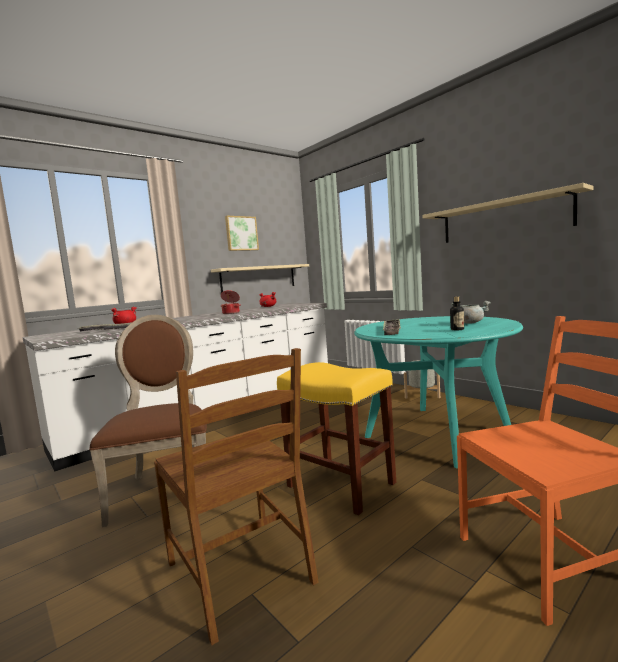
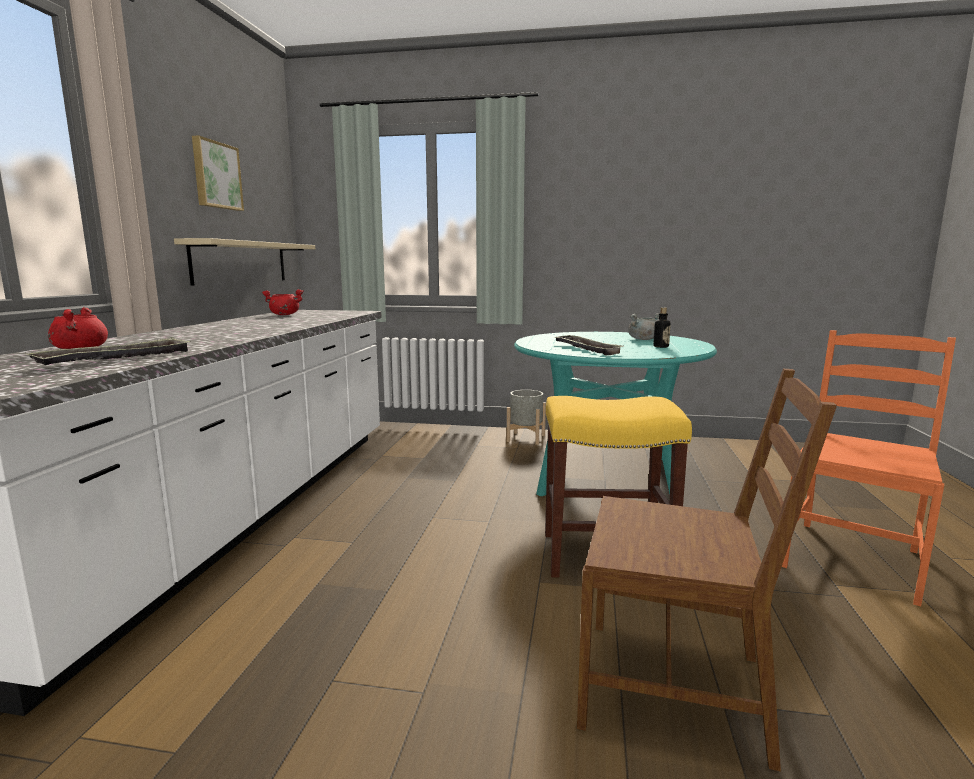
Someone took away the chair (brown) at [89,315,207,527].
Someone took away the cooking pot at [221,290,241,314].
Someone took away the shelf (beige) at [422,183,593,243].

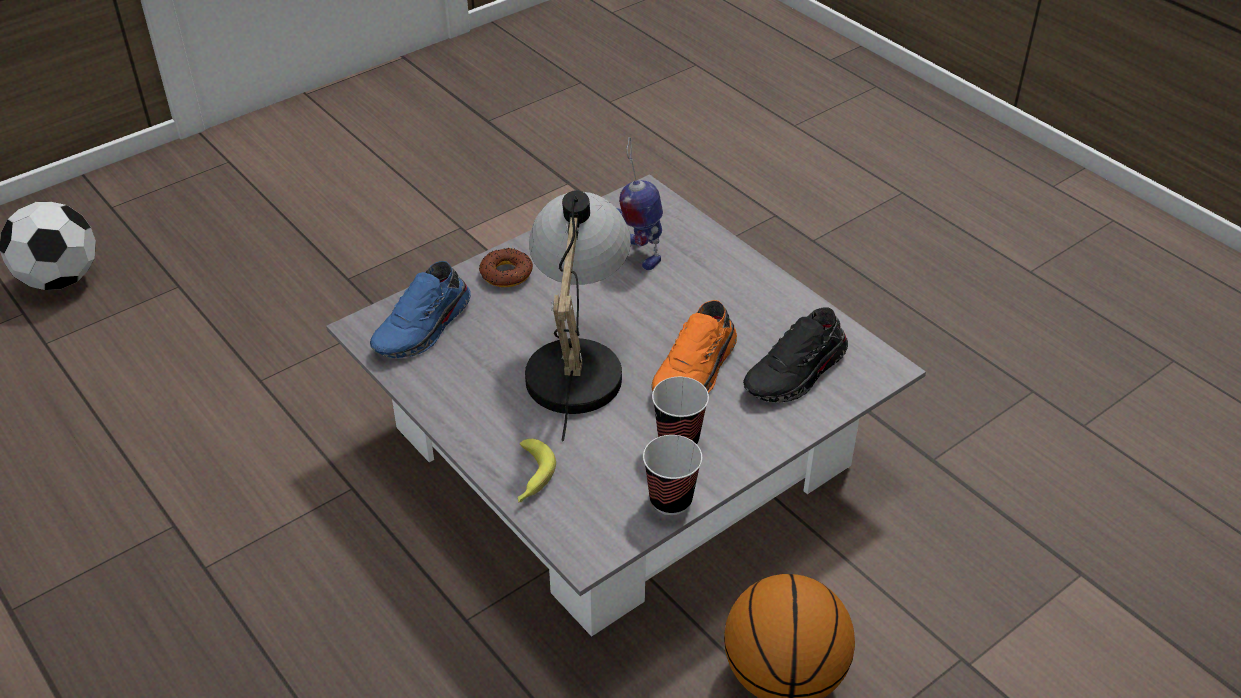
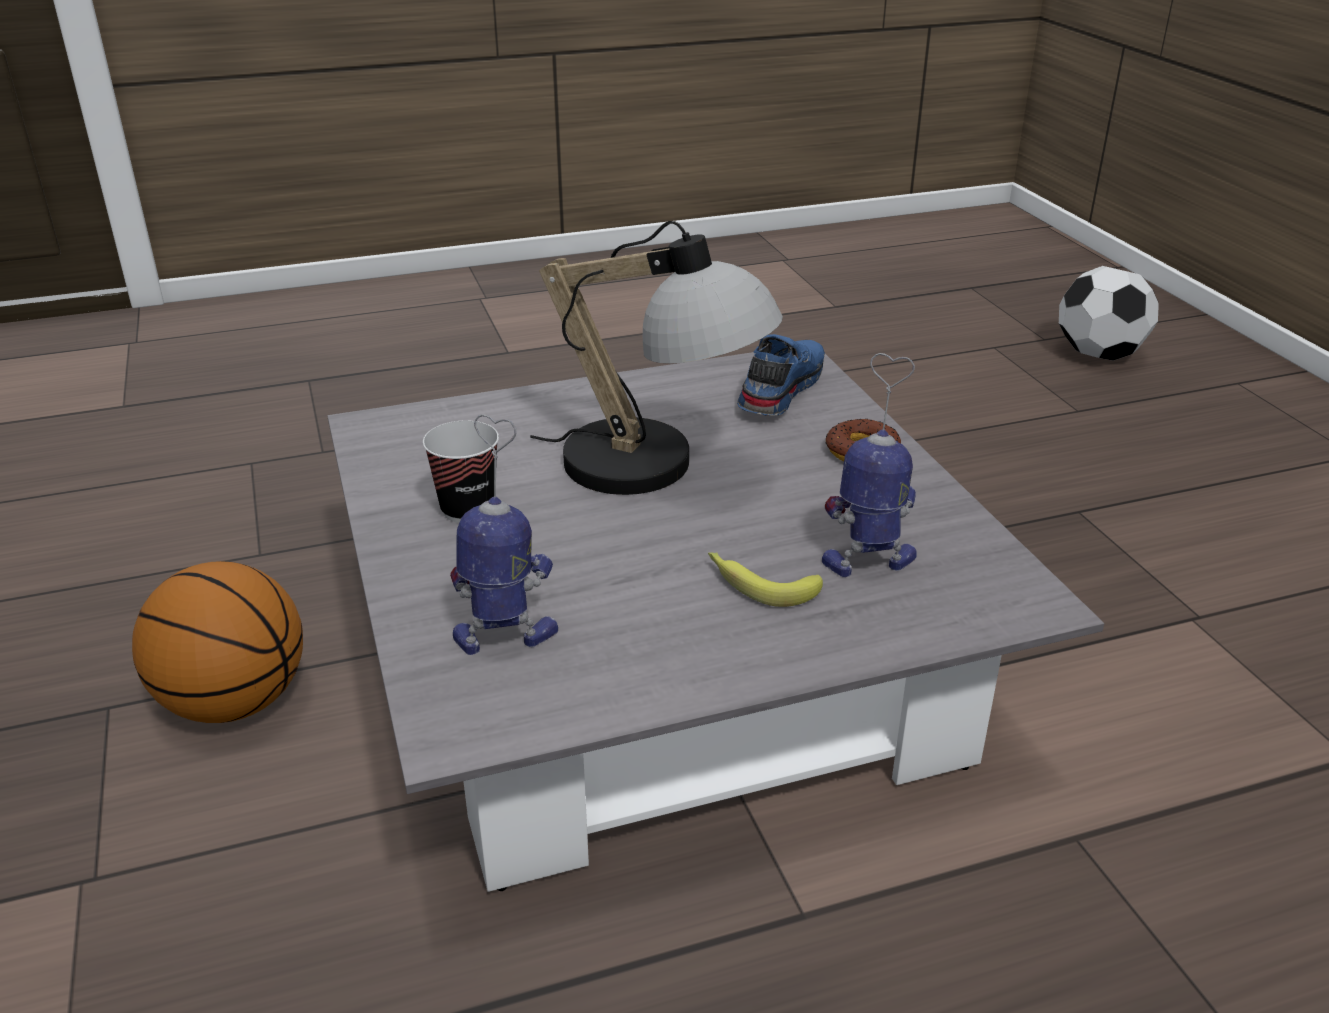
Someone swapped the shoe (black) at [743,307,848,402] for the toy robot at [450,414,558,655].
Someone carried the banana from [518,439,556,503] to [708,552,823,607].
Someone rotated the shoe (blue) at [370,261,471,358] by 60 degrees clockwise.
Someone took away the cup at [643,435,703,515].
Someone took away the shoe (orange) at [651,300,737,393].

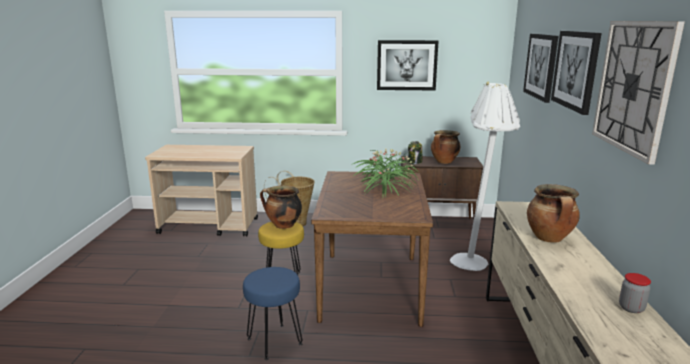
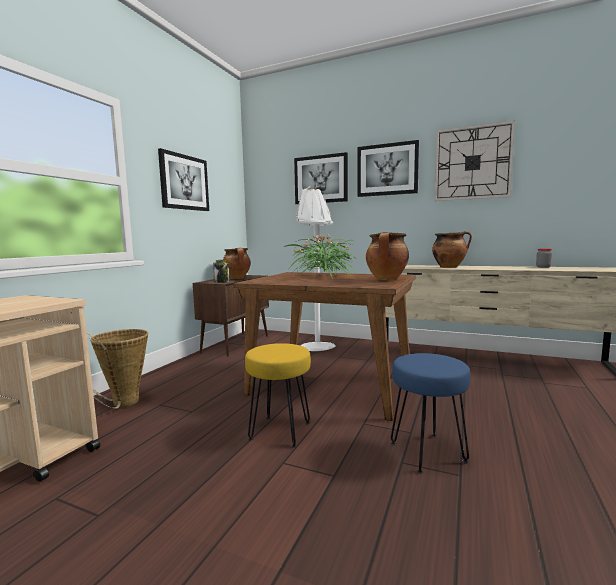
Someone carried the cooking pot from [260,185,302,229] to [366,232,409,280].

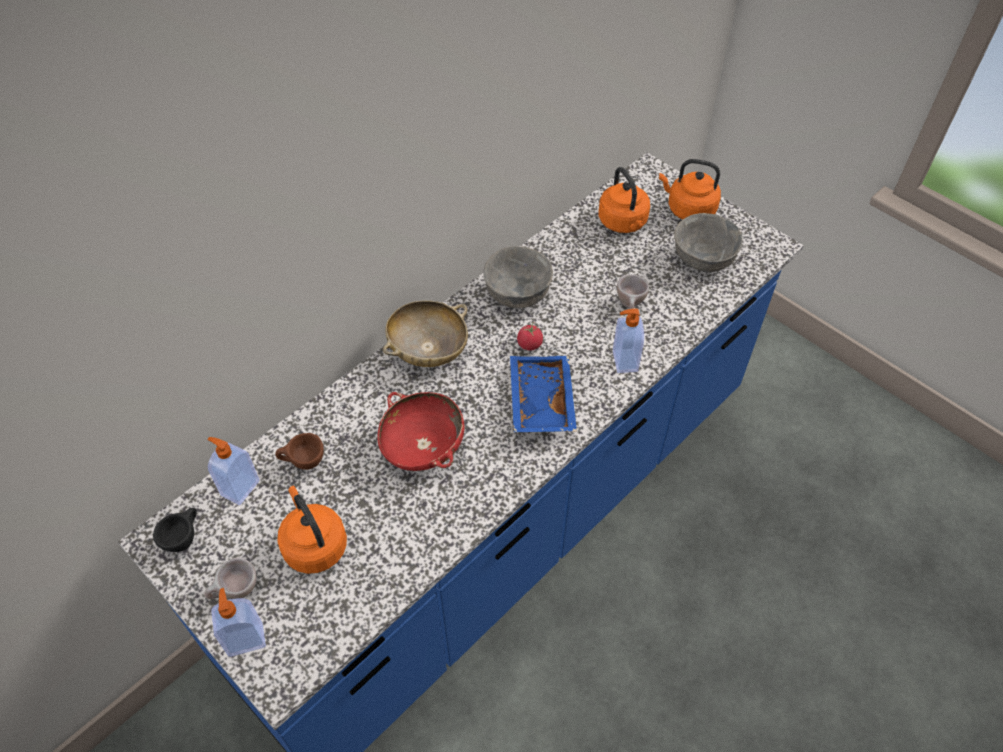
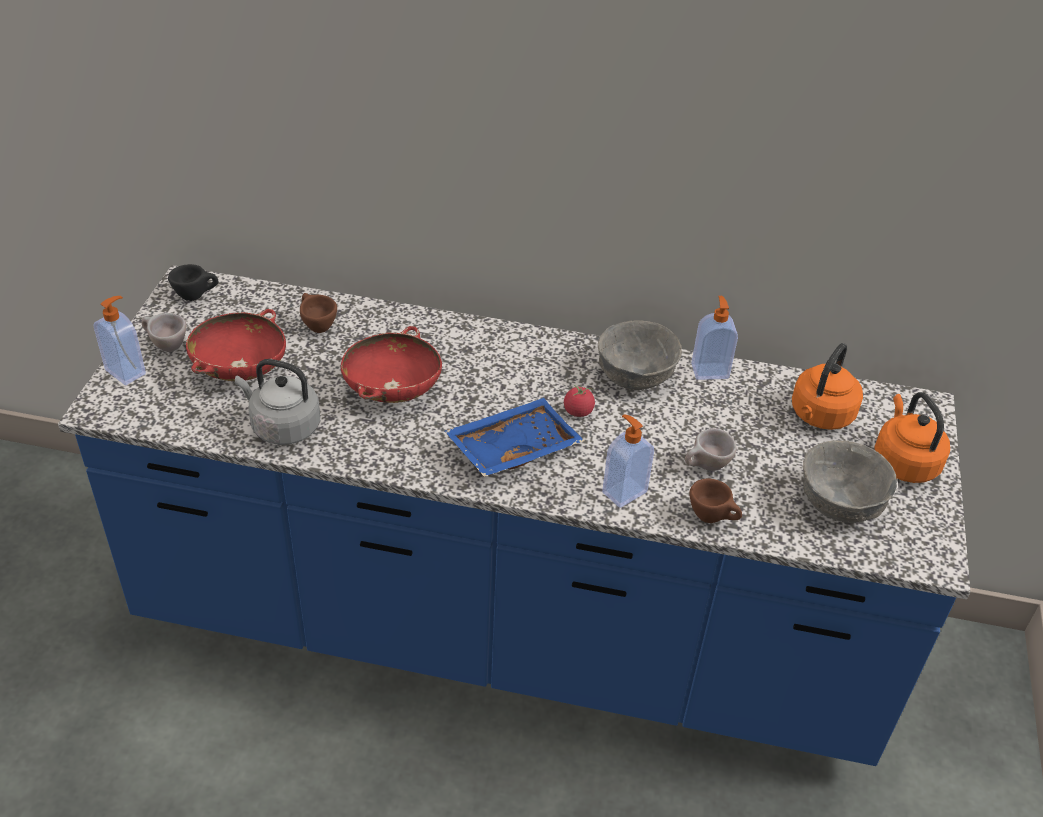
Someone swapped the kettle (orange) at [277,486,347,574] for the bowl (red) at [186,309,286,381].
Someone put down the kettle (grey) at [235,359,320,445].
Someone put down the cup (brown) at [690,479,742,523].
Someone carried the soap dispenser from [207,437,259,505] to [691,296,738,380].
Someone took away the bowl (beige) at [383,301,468,367].

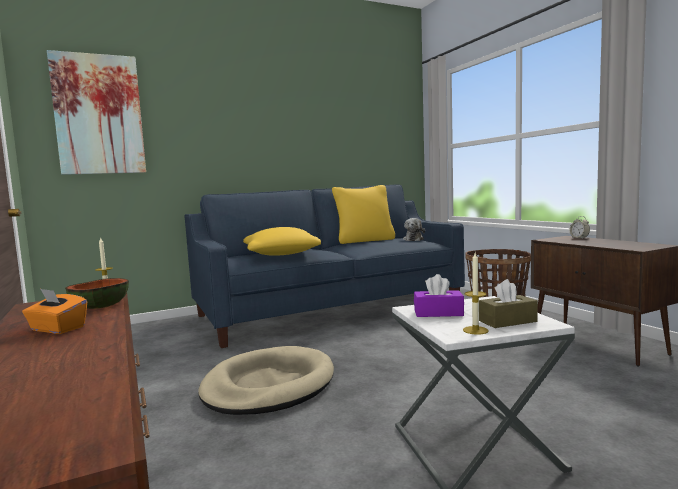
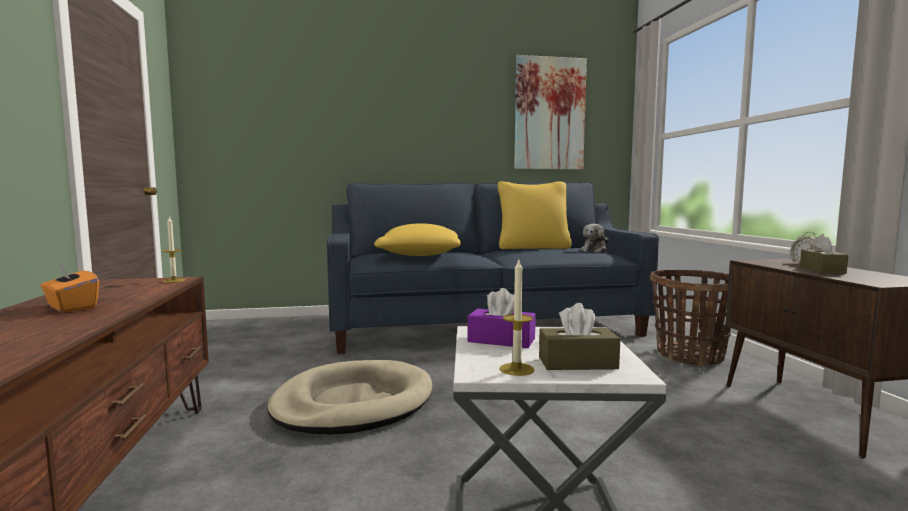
Someone carried the picture from [47,50,146,175] to [514,55,587,170].
Someone put down the tissue box (brown) at [800,234,848,274].
Someone took away the bowl at [65,278,129,309].

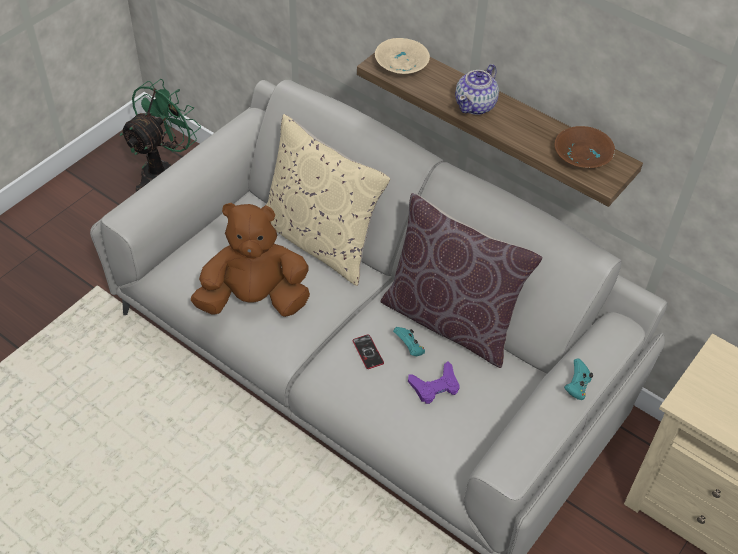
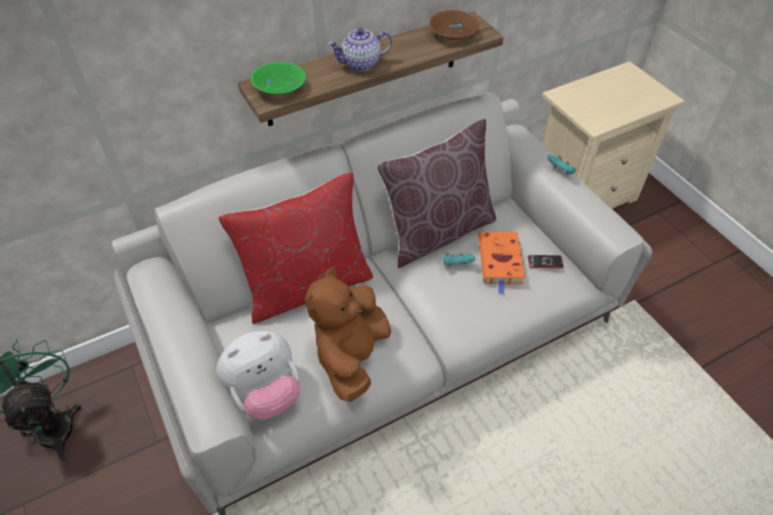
Someone put down the plush toy at [216,331,300,420].
Someone repainted the pillow (beige) at [266,114,391,286], which became the pillow (red) at [219,172,373,324].
Someone repainted the bowl (beige) at [375,38,430,74], which became the bowl (green) at [251,62,306,95].
Someone rotated the teapot at [455,64,499,115] by 105 degrees clockwise.
Someone swapped the game controller (purple) at [408,361,460,404] for the book (orange) at [478,231,525,294].
Someone carried the phone from [352,334,384,369] to [528,255,564,268].

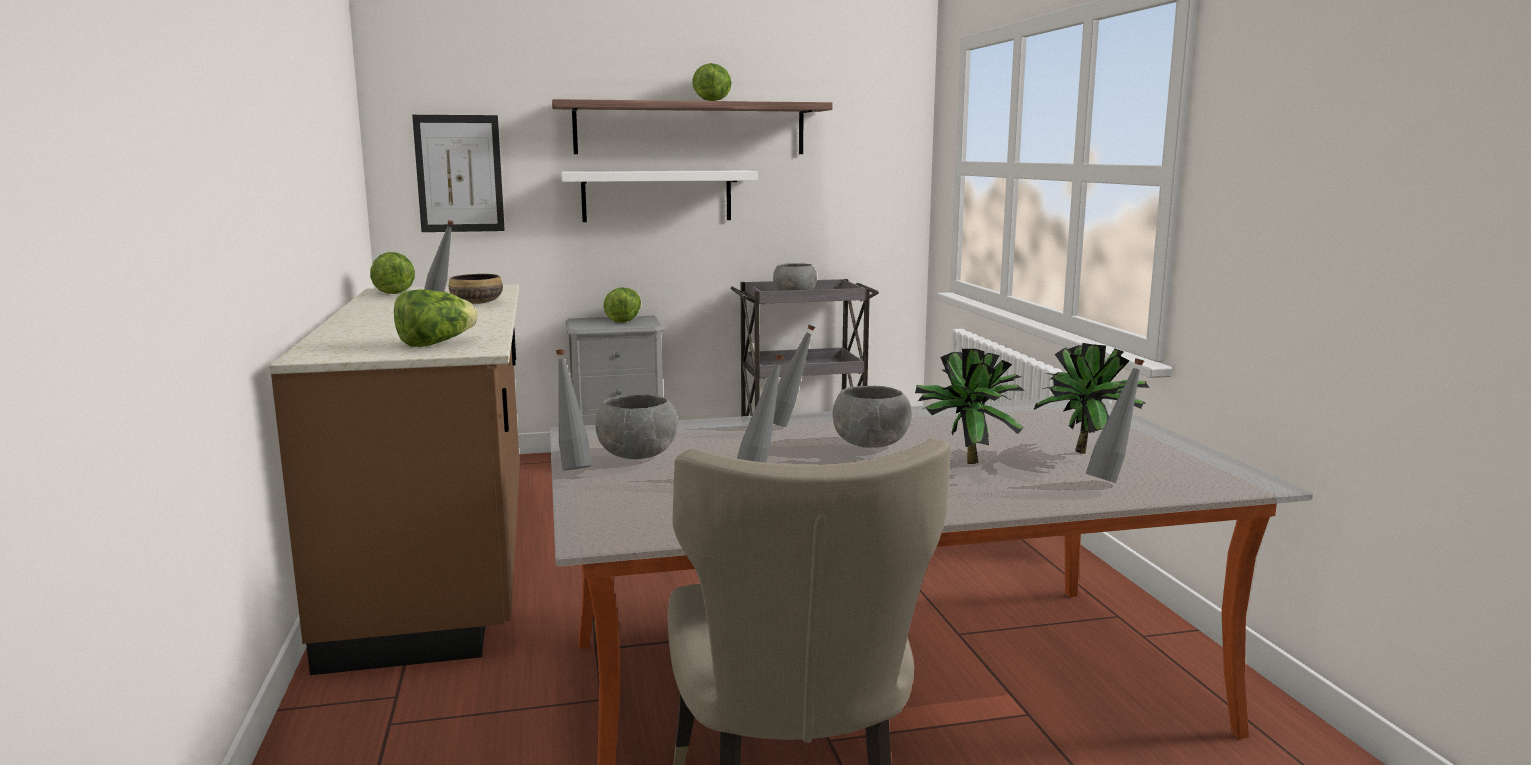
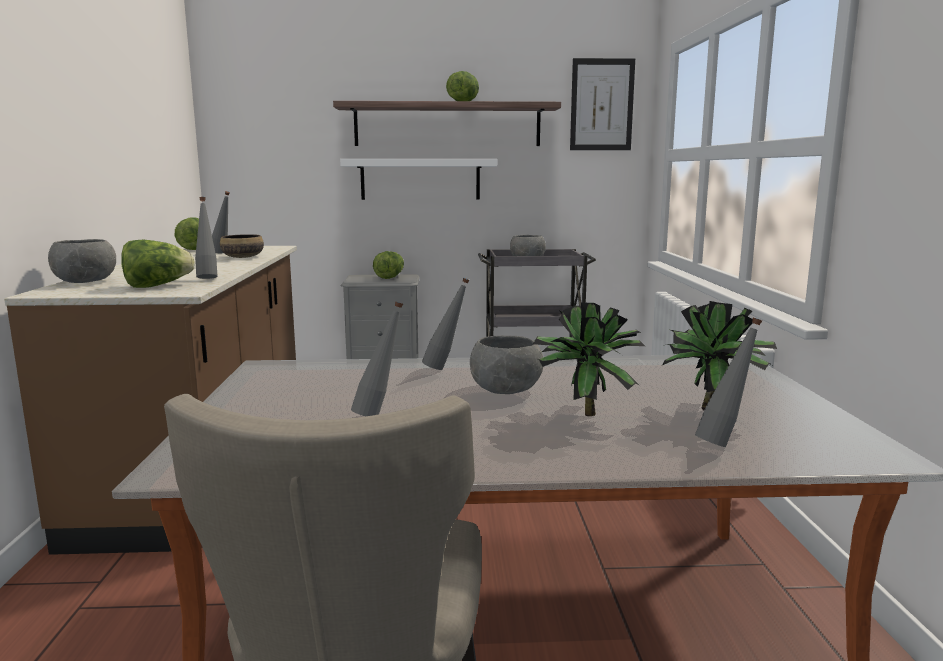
Someone carried the bowl (grey) from [595,394,678,459] to [48,239,116,283].
Someone carried the bottle (grey) from [556,349,592,470] to [195,197,217,279].
Someone carried the picture from [412,115,505,232] to [570,58,635,150].

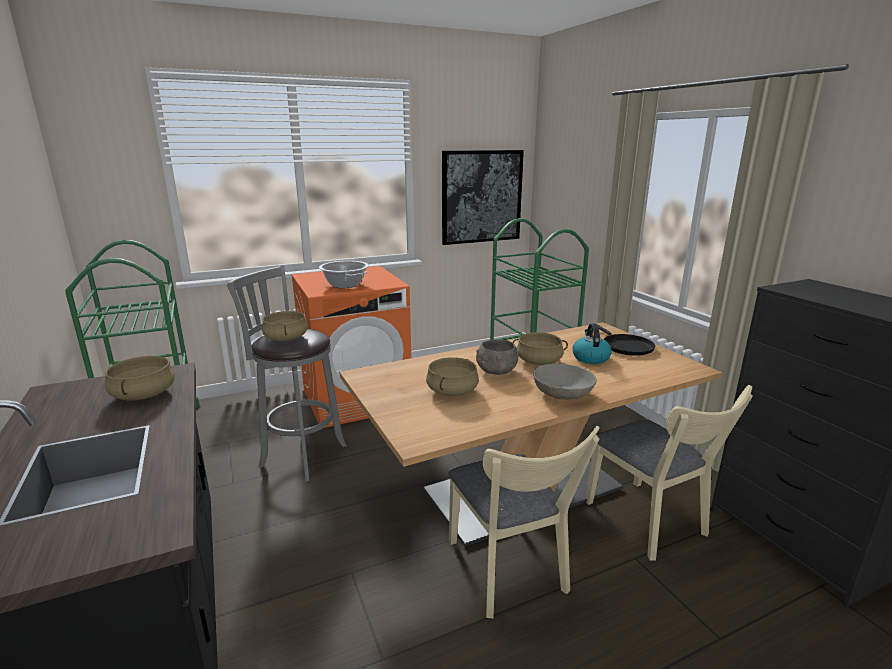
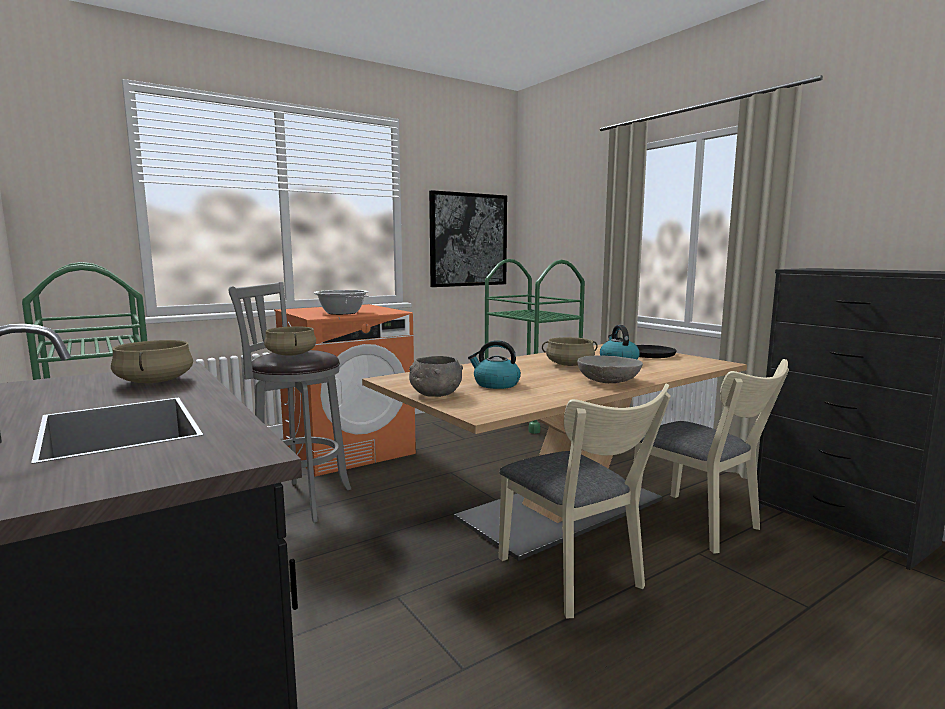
Someone carried the bowl (grey) from [476,339,519,375] to [409,356,463,397].
Someone swapped the cooking pot (beige) at [426,357,479,396] for the kettle at [468,340,521,389].

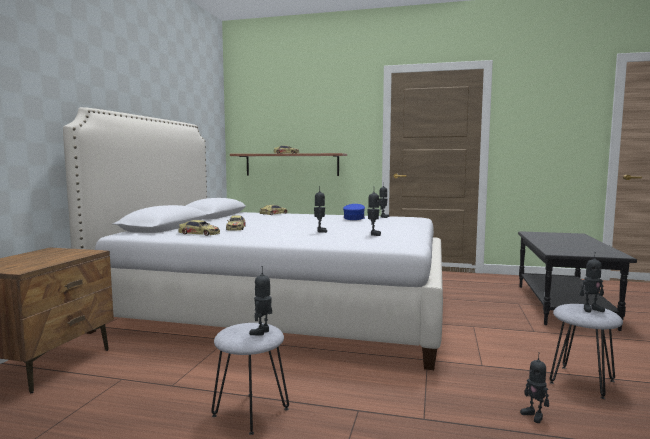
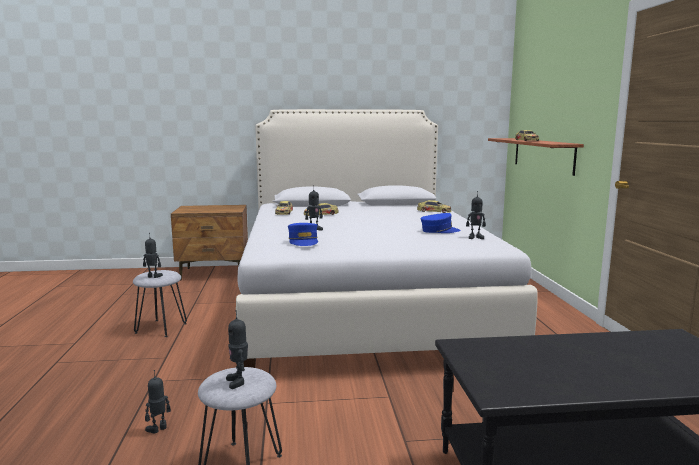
Someone swapped the toy robot at [367,191,381,236] for the cap (blue) at [288,223,318,246].

